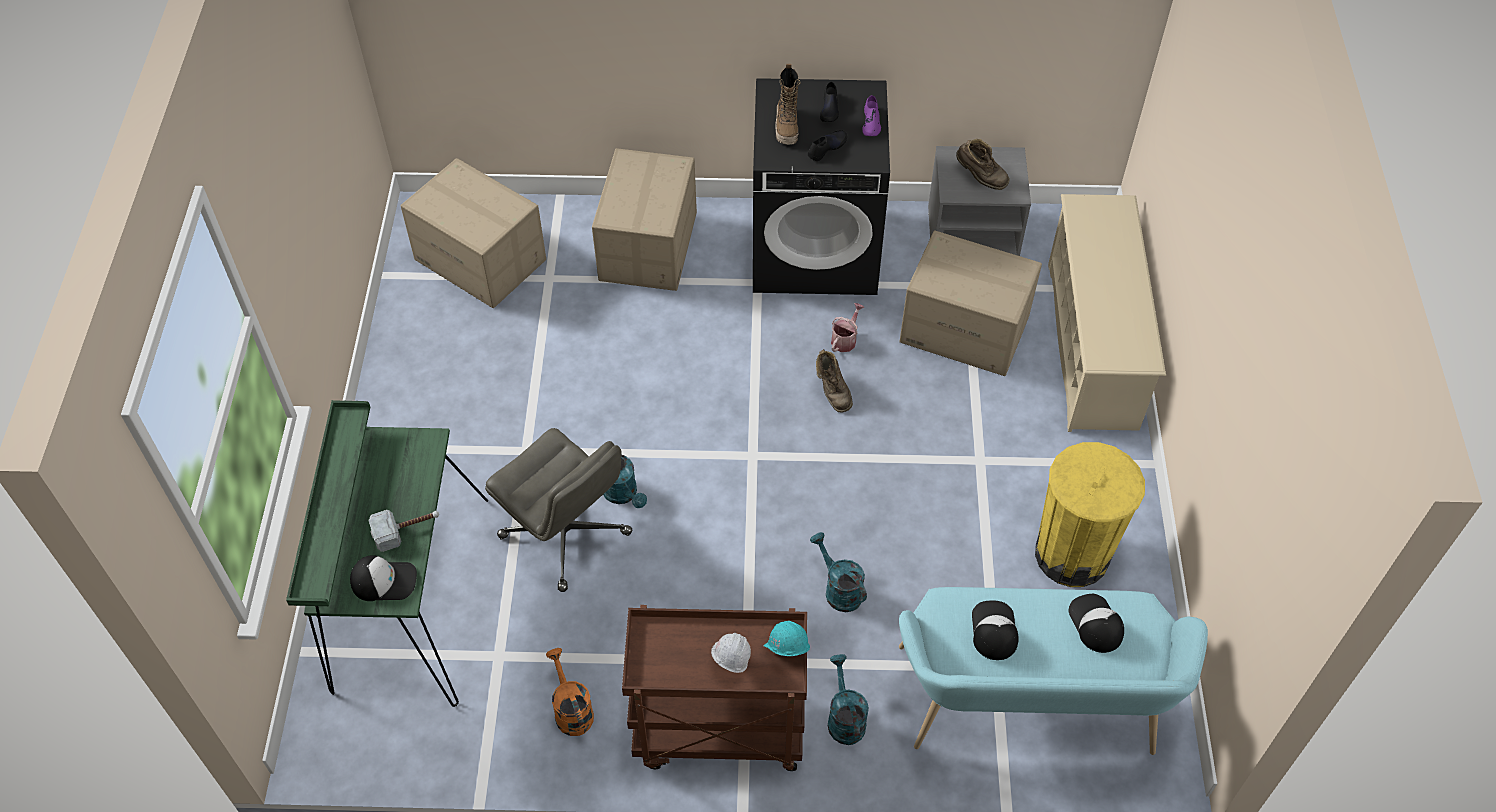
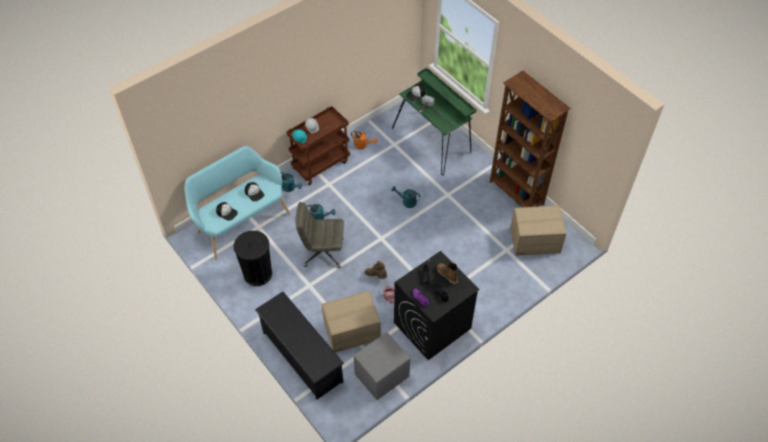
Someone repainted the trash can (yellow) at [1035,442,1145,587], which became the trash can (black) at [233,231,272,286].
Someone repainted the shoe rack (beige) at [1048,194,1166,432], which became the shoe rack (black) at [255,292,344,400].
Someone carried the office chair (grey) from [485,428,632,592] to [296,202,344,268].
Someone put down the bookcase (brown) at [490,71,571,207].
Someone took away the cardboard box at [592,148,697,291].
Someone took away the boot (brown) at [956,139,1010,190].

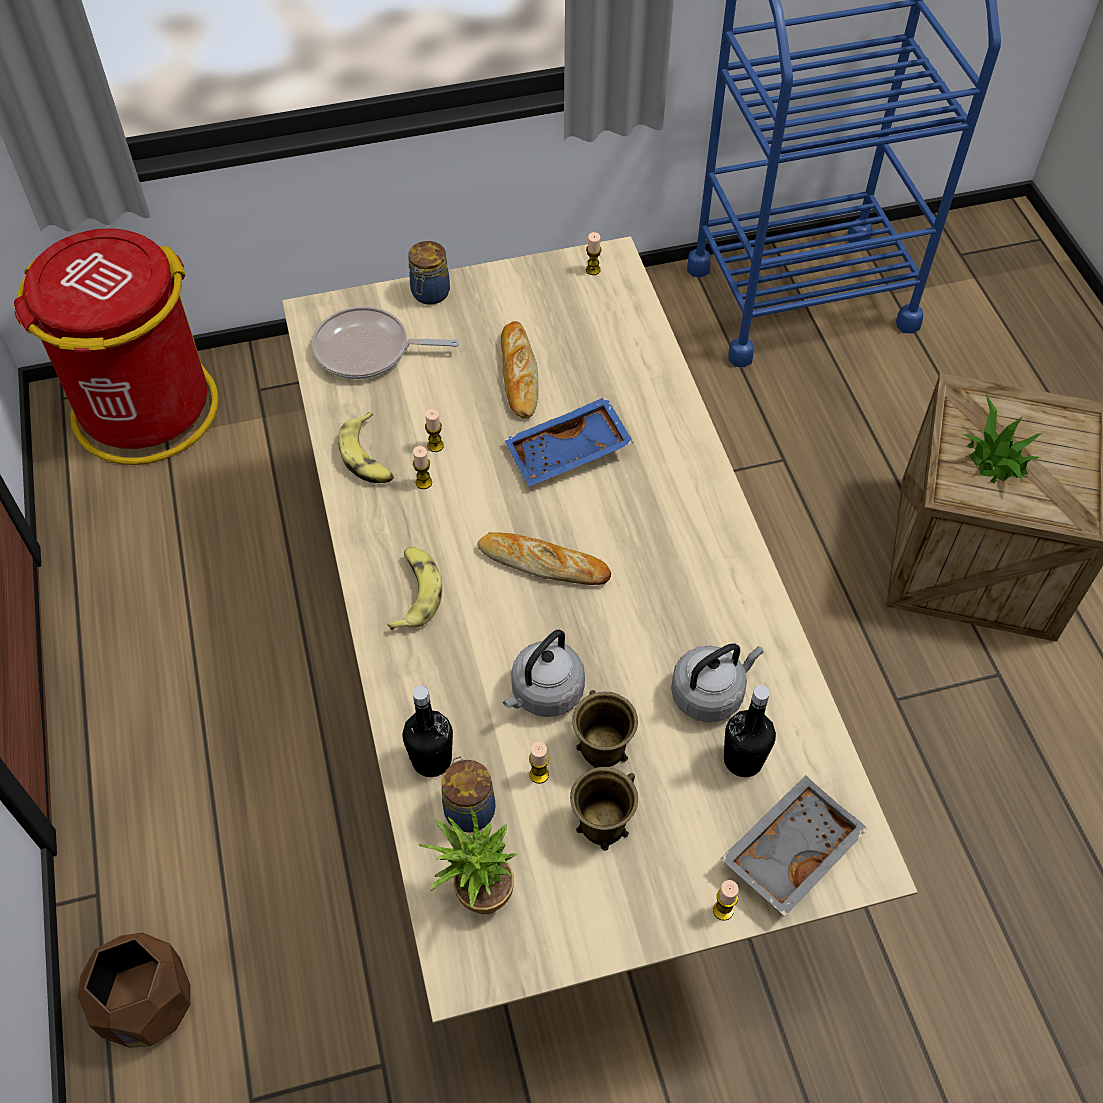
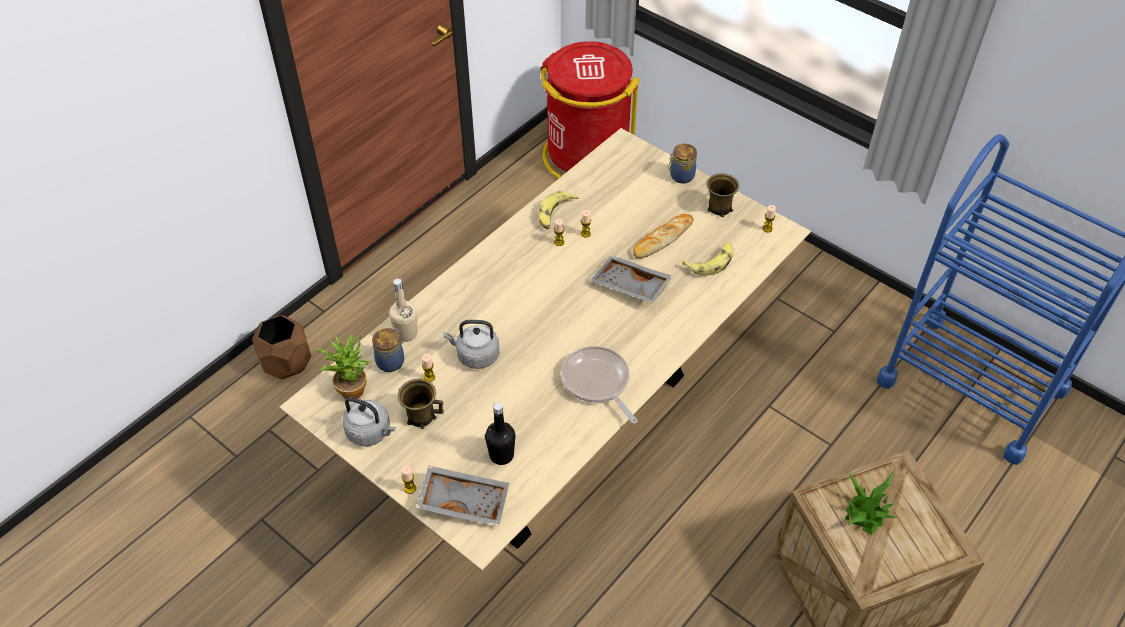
Someone carried the kettle (grey) from [671,643,764,722] to [343,397,396,446].
Someone repainted the bottle (black) at [402,685,453,777], which became the bottle (beige) at [389,279,418,342].
Someone carried the frying pan from [312,306,459,379] to [561,346,638,424].
Someone repainted the tray (blue) at [504,397,634,486], which became the tray (grey) at [590,255,673,303].
Someone carried the banana from [387,547,442,630] to [683,243,733,276].
Someone carried the mug (brown) from [572,690,638,768] to [706,173,740,217].
Someone took away the bread at [477,532,611,585].

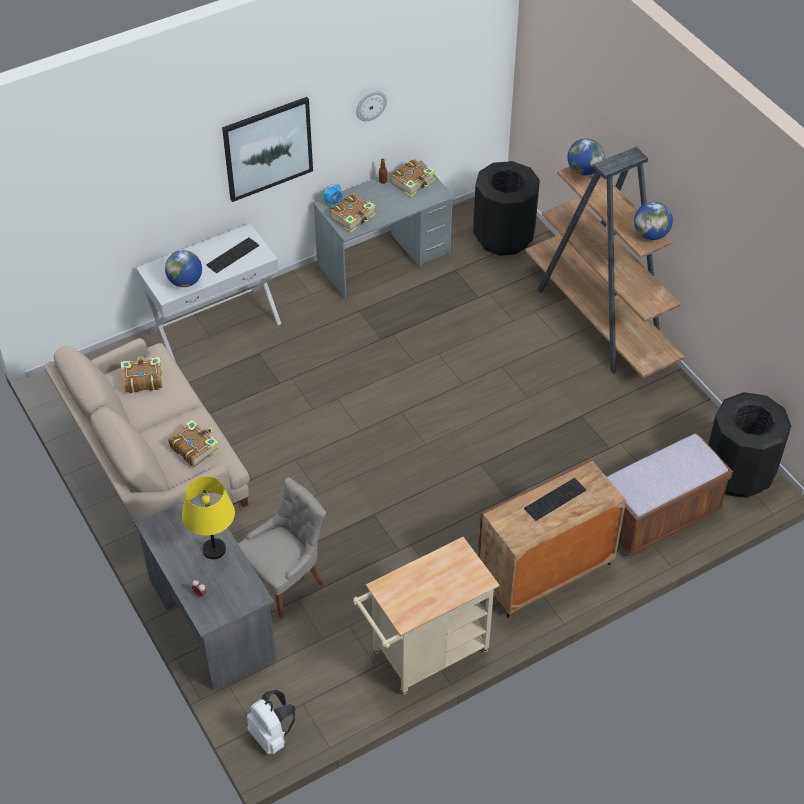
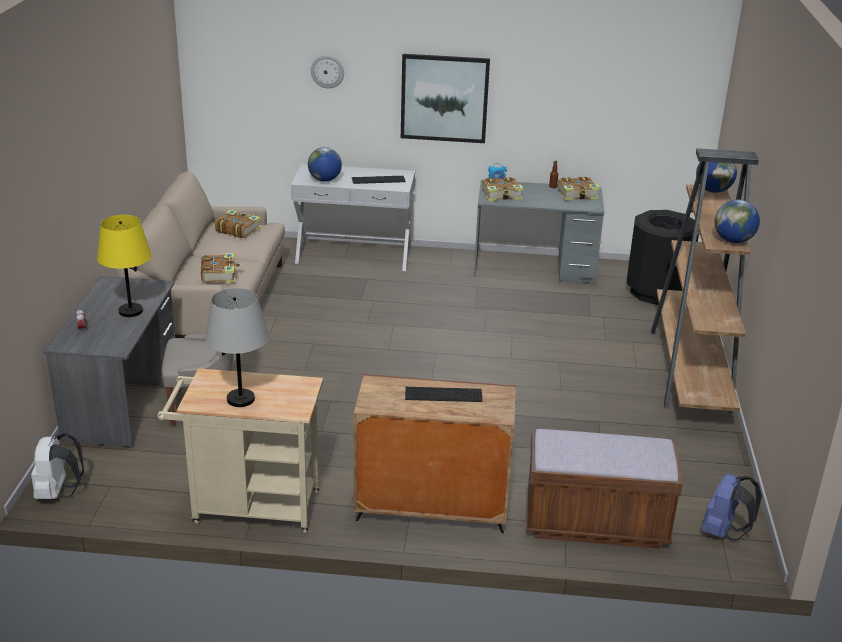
Someone put down the table lamp (grey) at [205,288,269,407].
Someone carried the wall clock from [356,91,387,121] to [311,55,344,88].
Someone swapped the trash can (black) at [708,392,791,498] for the backpack (blue) at [701,474,762,541].

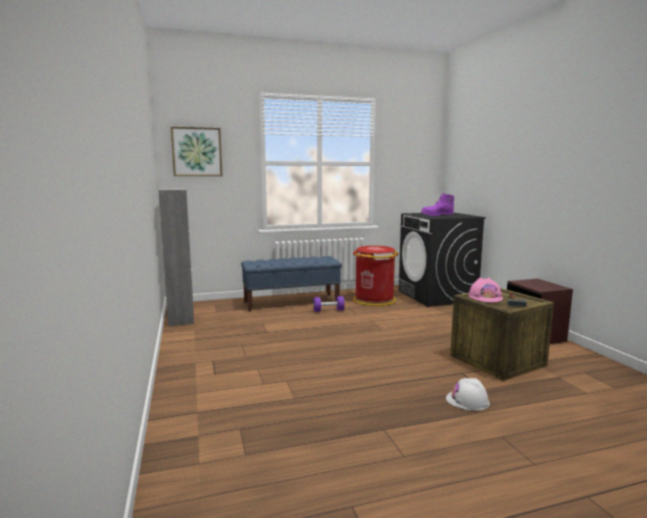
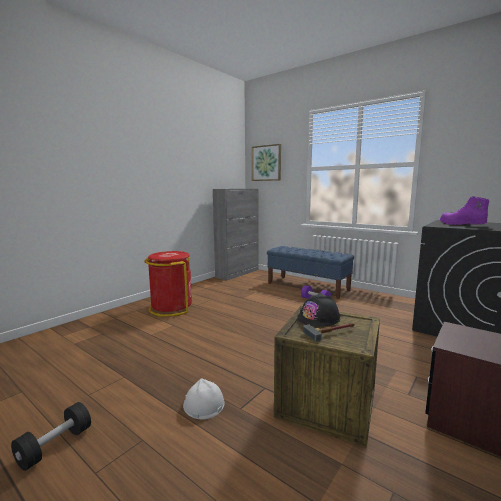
Someone put down the dumbbell (black) at [11,402,91,471].
Someone carried the trash can (red) from [353,246,398,306] to [144,251,192,317].
Someone repainted the hard hat (pink) at [468,278,503,302], which became the hard hat (black) at [297,293,340,327].

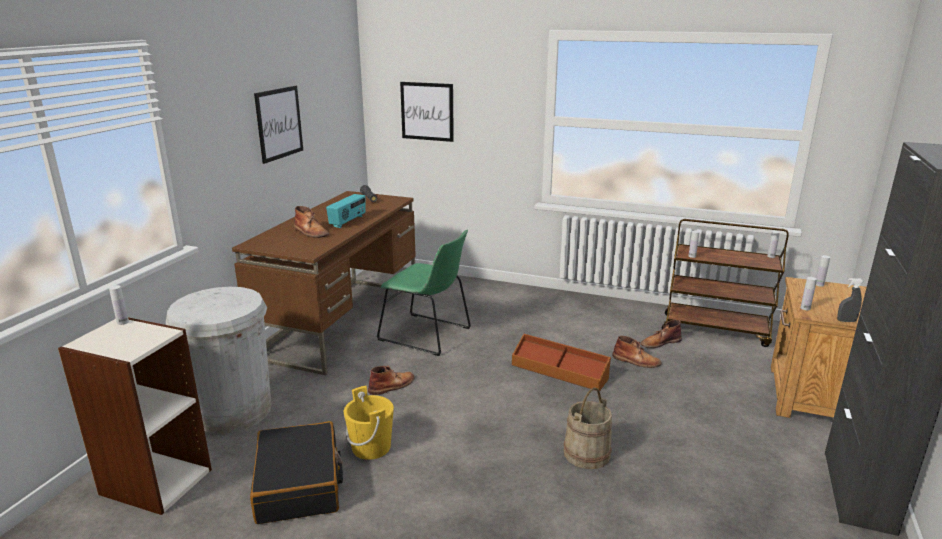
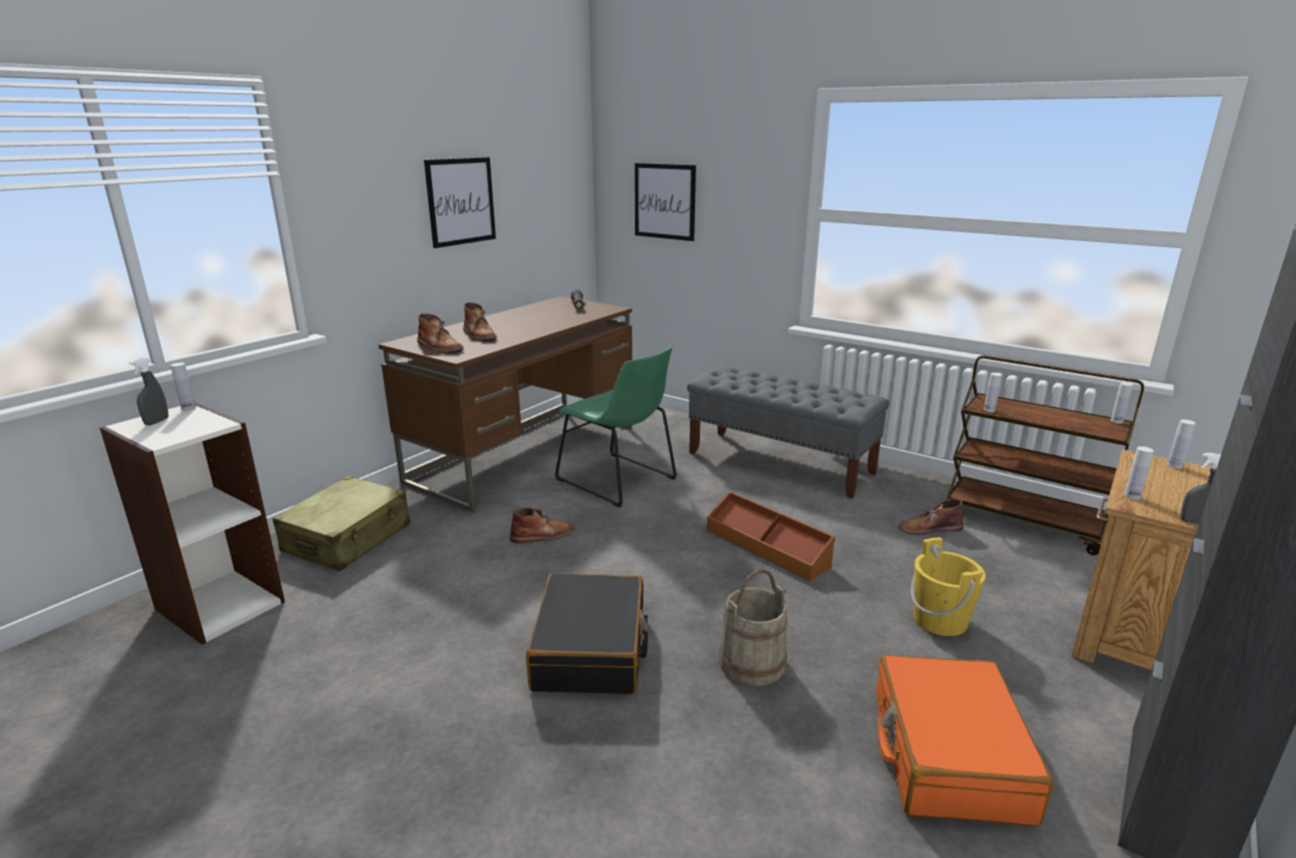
Someone put down the spray bottle (grey) at [129,358,169,425].
Someone swapped the trash can (white) at [166,287,271,434] for the suitcase (beige) at [273,476,410,571].
Someone carried the boot (brown) from [612,336,662,368] to [417,313,464,353].
Someone carried the suitcase (black) from [250,421,343,524] to [526,573,649,695].
Someone put down the bench (grey) at [687,366,889,499].
Someone put down the suitcase (orange) at [876,655,1053,826].
Someone carried the bucket (yellow) from [344,386,394,460] to [911,538,986,636].
Someone took away the radio at [326,194,365,228].

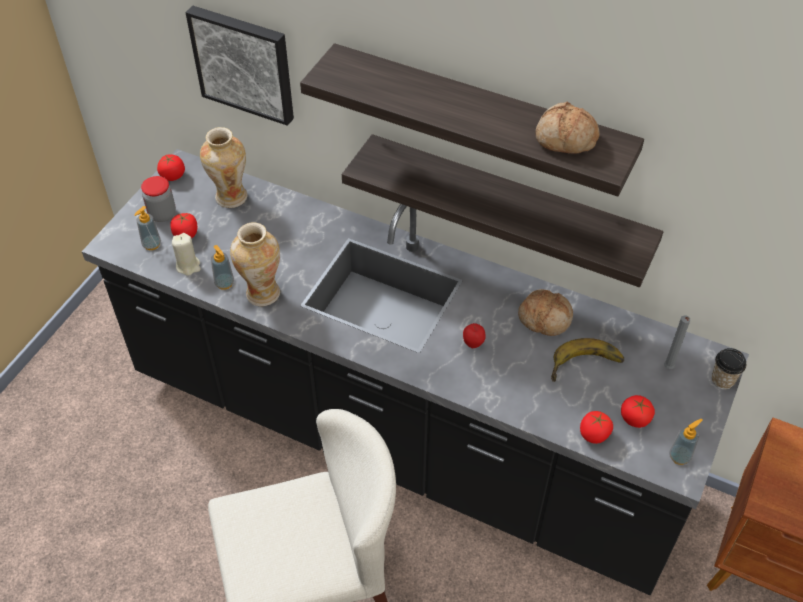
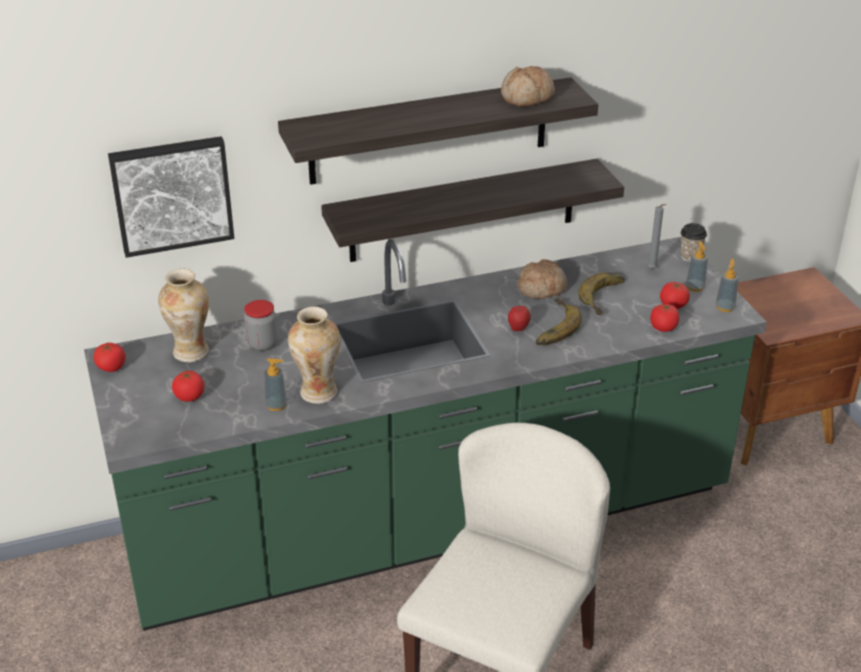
Someone repainted the counter (black) at [82,149,749,595], which became the counter (green) at [84,237,767,631].
Someone carried the jar from [141,176,176,222] to [244,300,278,351].
Someone put down the banana at [536,297,582,345].
Someone carried the soap dispenser from [134,206,161,250] to [686,242,708,292].
Someone took away the candle (beige) at [172,233,201,276].

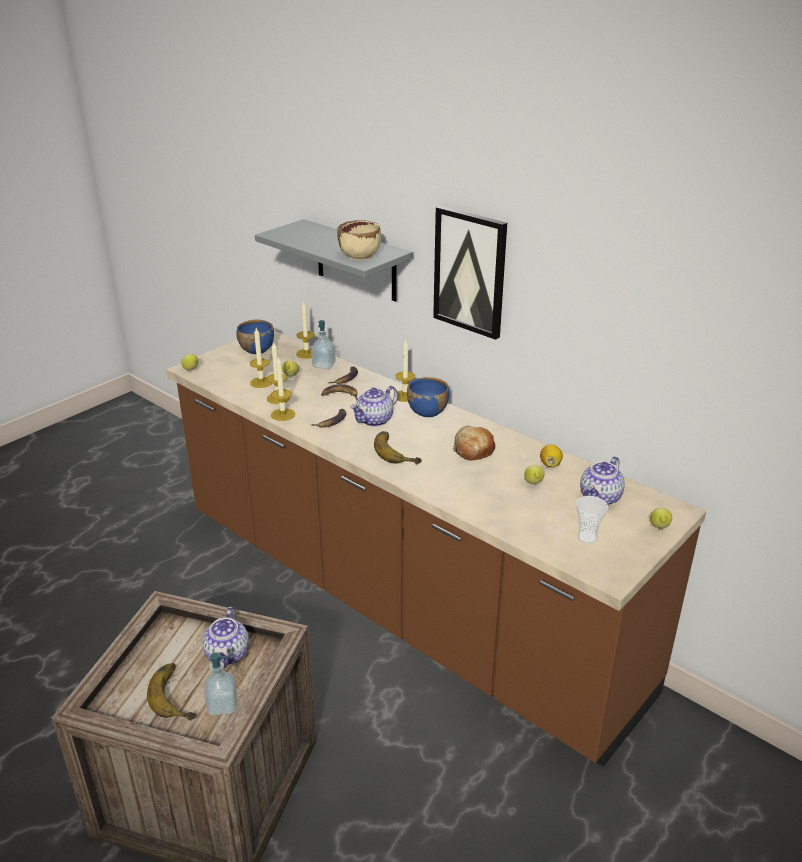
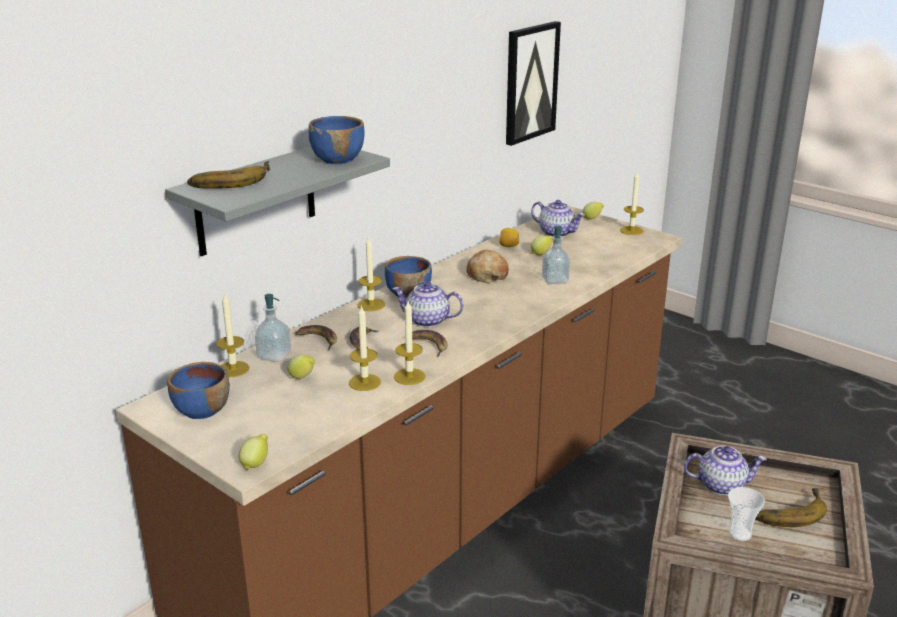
Someone carried the banana from [374,431,422,464] to [187,161,270,189].
Someone repainted the bowl (beige) at [337,220,381,260], which became the bowl (blue) at [308,116,365,164].
Someone rotated the teapot at [350,386,398,427] by 150 degrees clockwise.
Someone carried the picture from [433,206,507,340] to [506,21,561,146].
Someone carried the soap dispenser from [204,653,237,715] to [542,226,570,284].
Someone carried the candle from [250,328,272,388] to [620,172,644,235].
Someone carried the cup from [576,496,608,544] to [728,487,765,541].

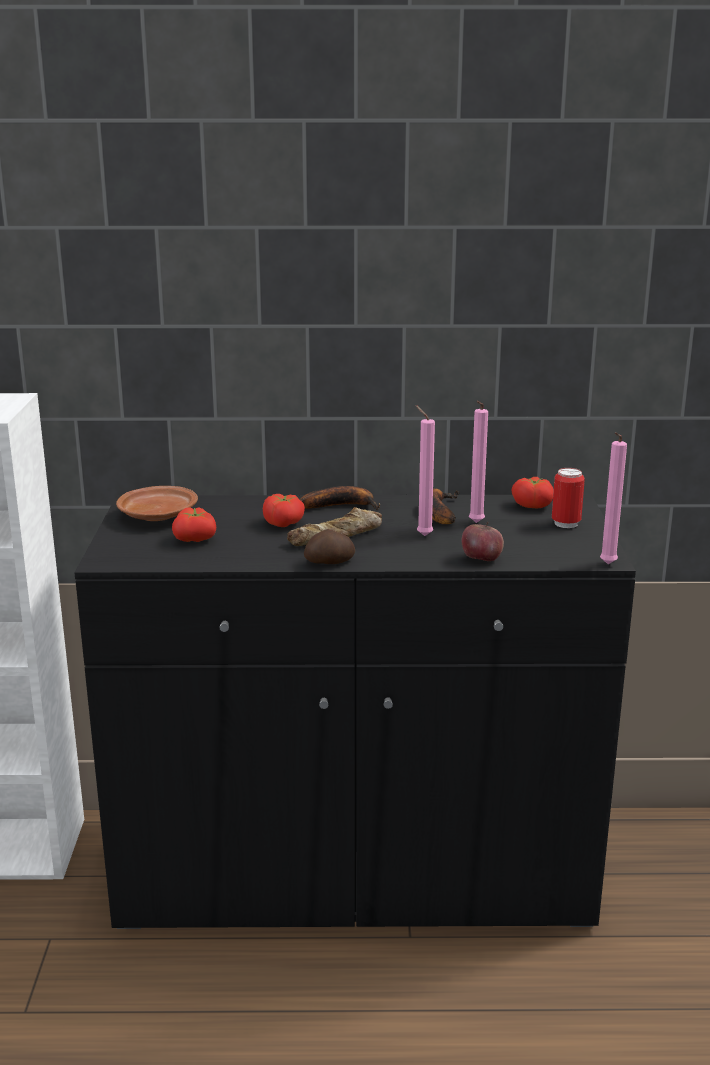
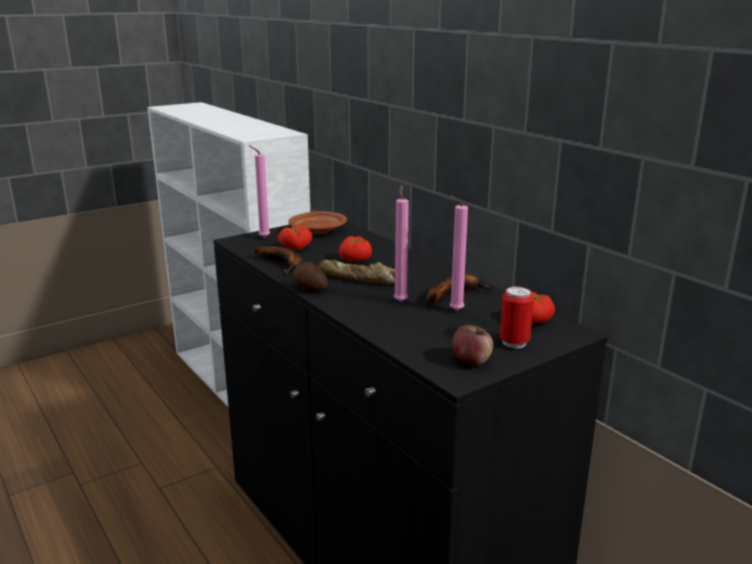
Someone carried the candle (pink) from [600,432,627,564] to [248,145,270,238].
Someone carried the banana from [300,486,380,510] to [255,246,302,275].
Someone carried the apple from [462,522,504,561] to [452,325,493,366].

